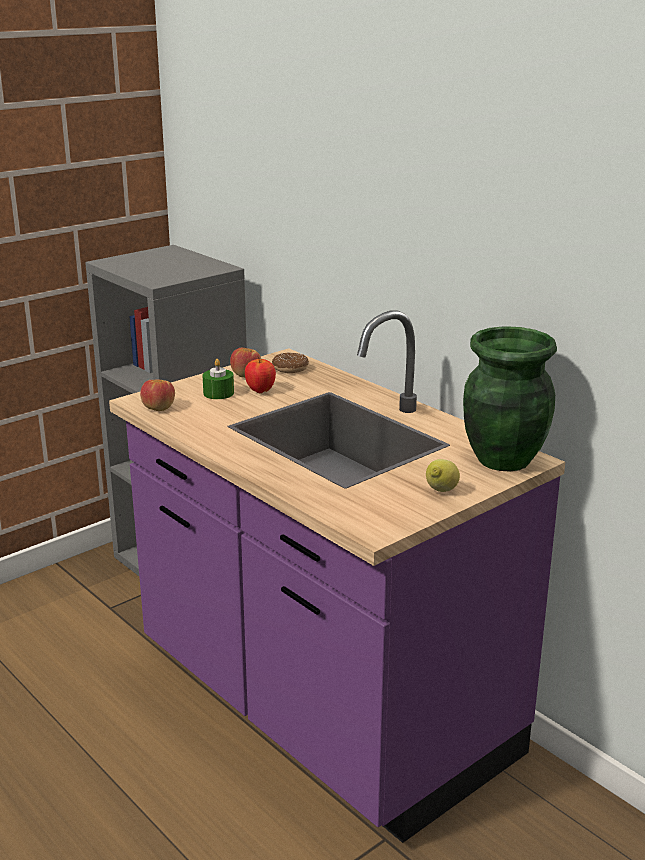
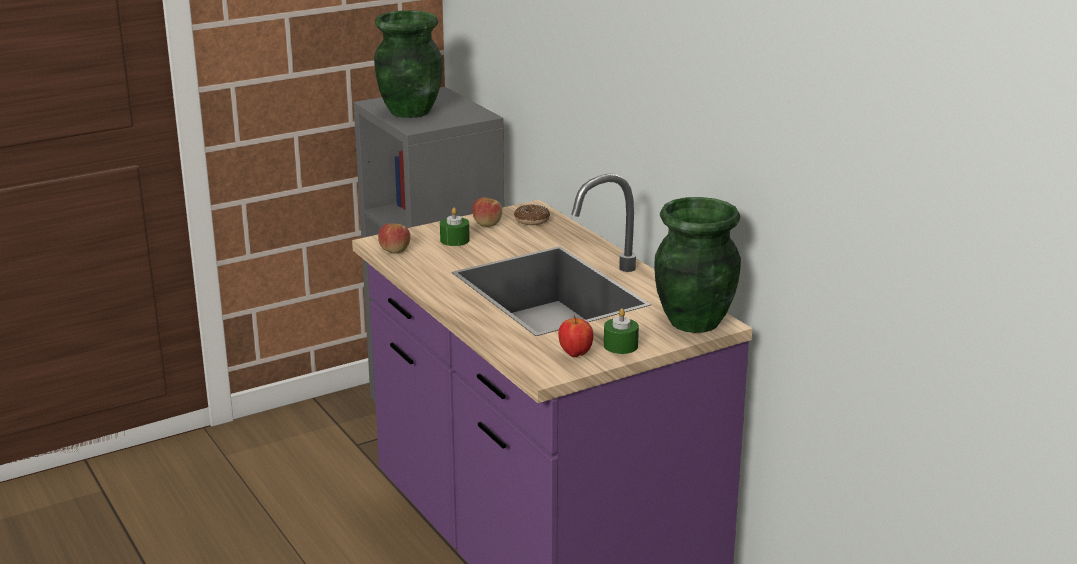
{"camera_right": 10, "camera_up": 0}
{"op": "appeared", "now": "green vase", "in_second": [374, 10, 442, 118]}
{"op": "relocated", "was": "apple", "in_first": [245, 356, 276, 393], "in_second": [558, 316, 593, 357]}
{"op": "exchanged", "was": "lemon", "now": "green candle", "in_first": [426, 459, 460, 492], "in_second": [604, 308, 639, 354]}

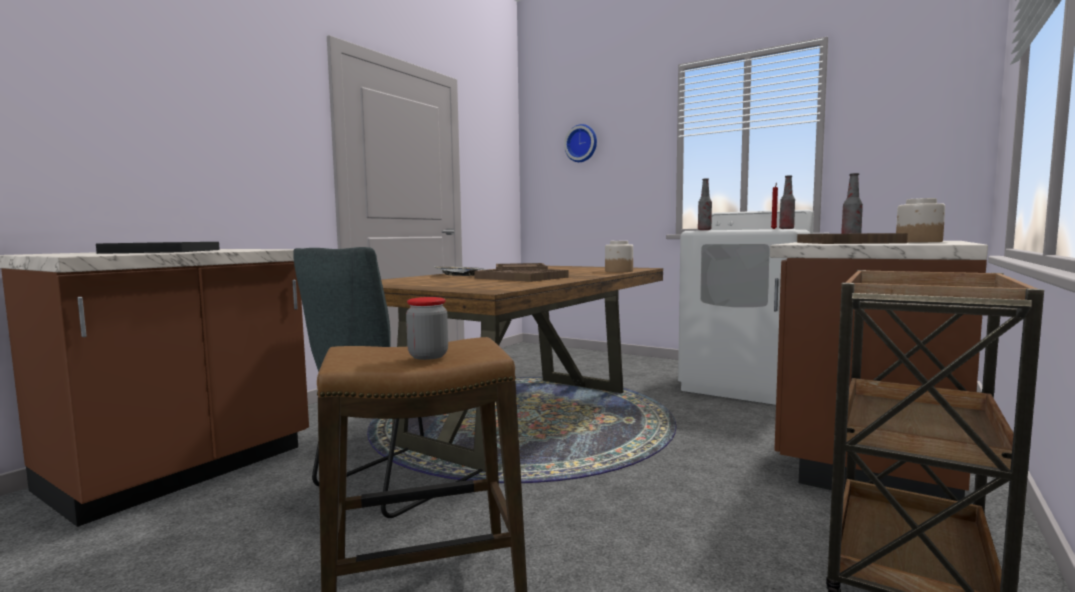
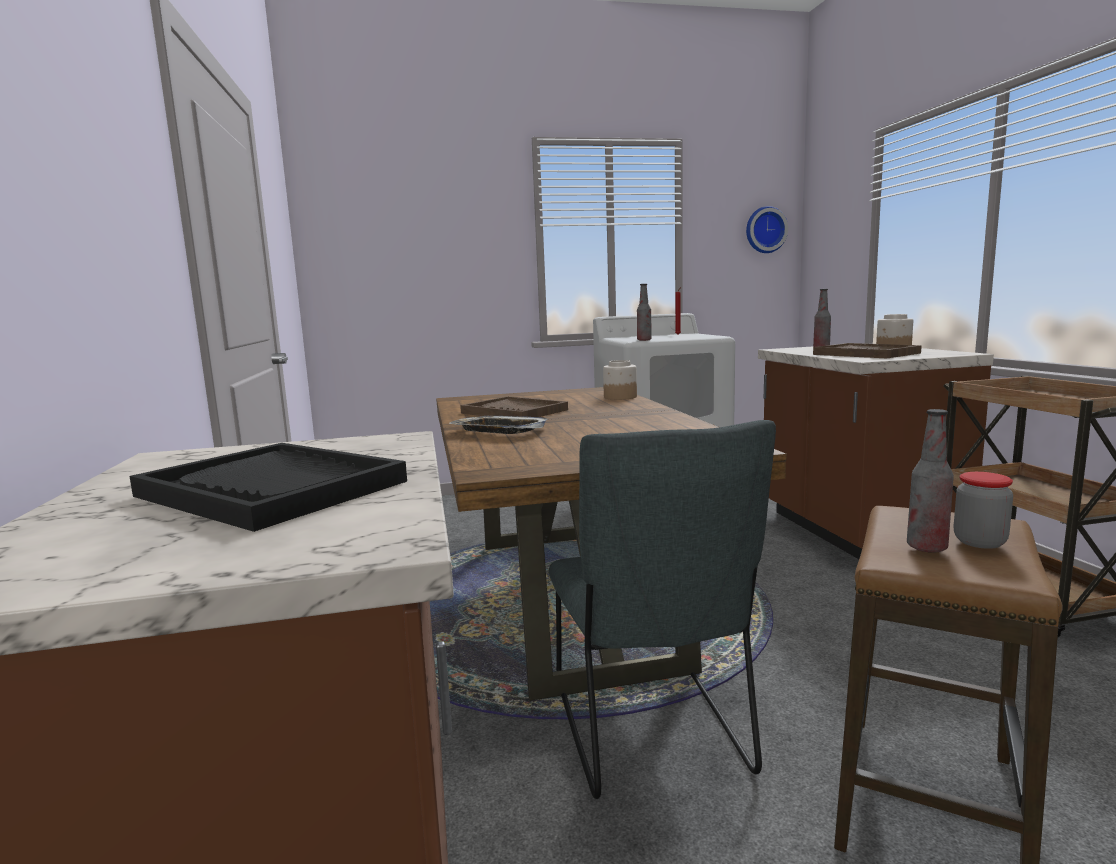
{"camera_right": -45, "camera_up": 5}
{"op": "missing", "was": "brown tray", "in_first": [474, 268, 569, 282]}
{"op": "relocated", "was": "wall clock", "in_first": [564, 124, 597, 162], "in_second": [746, 206, 788, 253]}
{"op": "relocated", "was": "bottle", "in_first": [779, 175, 795, 229], "in_second": [907, 409, 954, 553]}

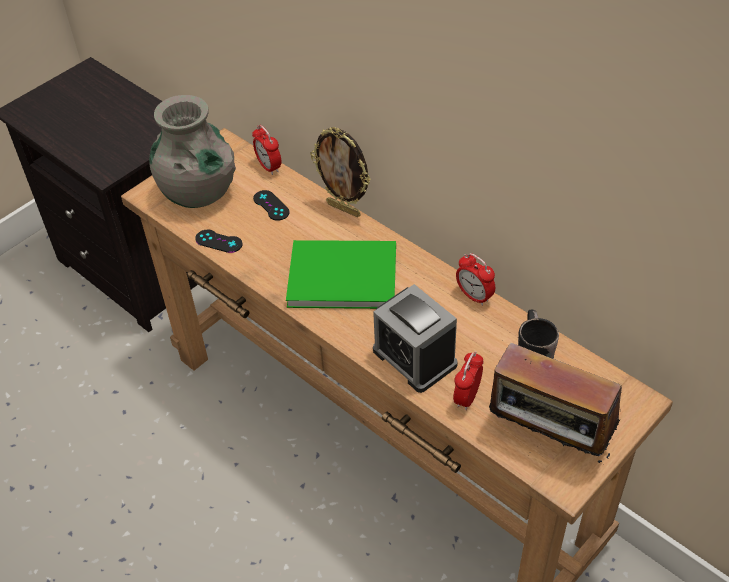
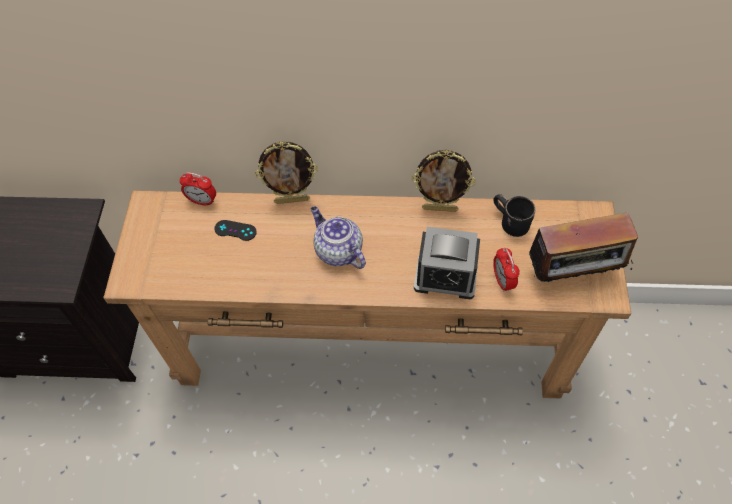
{"camera_right": -40, "camera_up": 10}
{"op": "missing", "was": "grey vase", "in_first": [149, 95, 236, 208]}
{"op": "missing", "was": "black game controller", "in_first": [195, 230, 243, 253]}
{"op": "exchanged", "was": "green book", "now": "teapot", "in_first": [286, 240, 396, 309], "in_second": [311, 206, 366, 269]}
{"op": "exchanged", "was": "alarm clock", "now": "picture frame", "in_first": [456, 253, 495, 306], "in_second": [411, 150, 476, 212]}

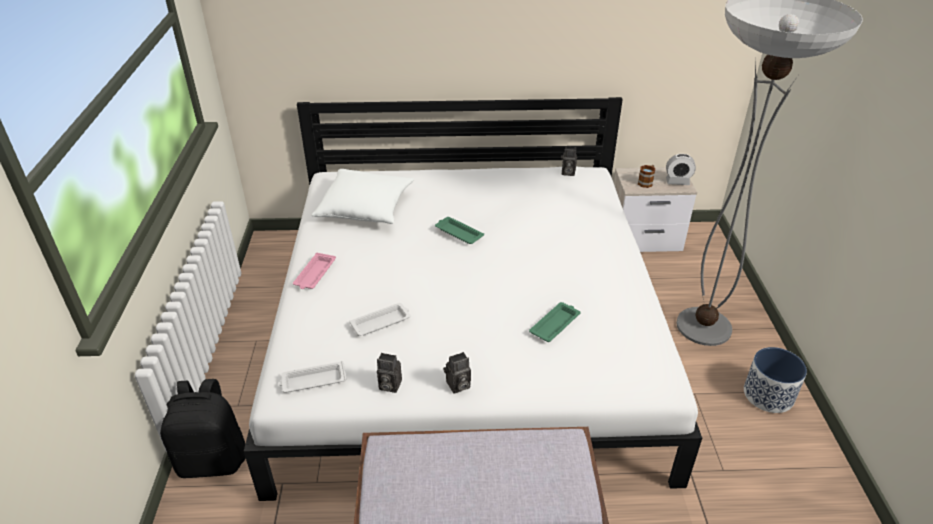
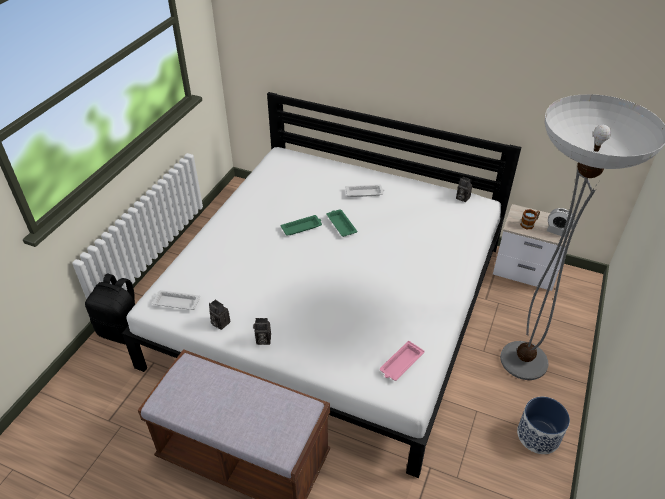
{"camera_right": 25, "camera_up": 5}
{"op": "missing", "was": "white pillow", "in_first": [311, 169, 414, 224]}
{"op": "relocated", "was": "pink tray", "in_first": [293, 253, 336, 289], "in_second": [380, 341, 424, 381]}
{"op": "relocated", "was": "white tray", "in_first": [349, 303, 411, 336], "in_second": [345, 185, 384, 197]}
{"op": "relocated", "was": "green tray", "in_first": [529, 302, 581, 342], "in_second": [280, 215, 322, 235]}

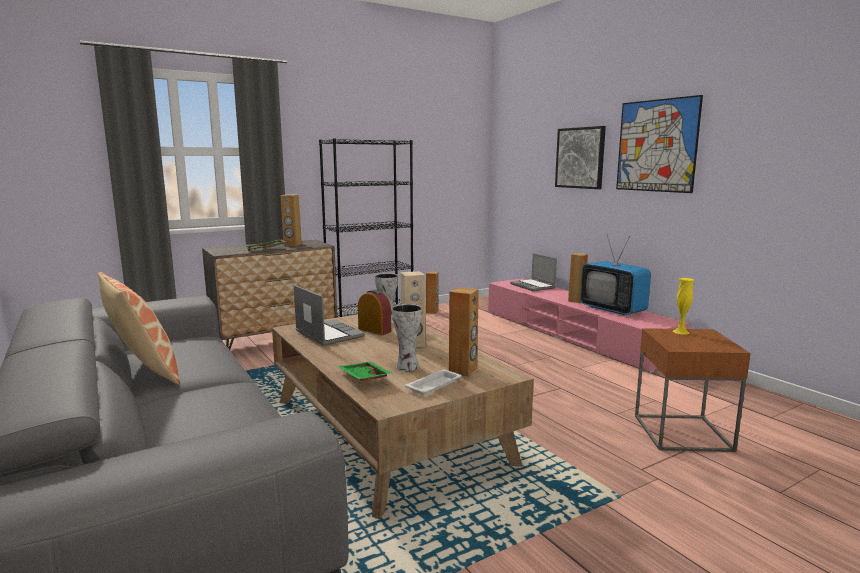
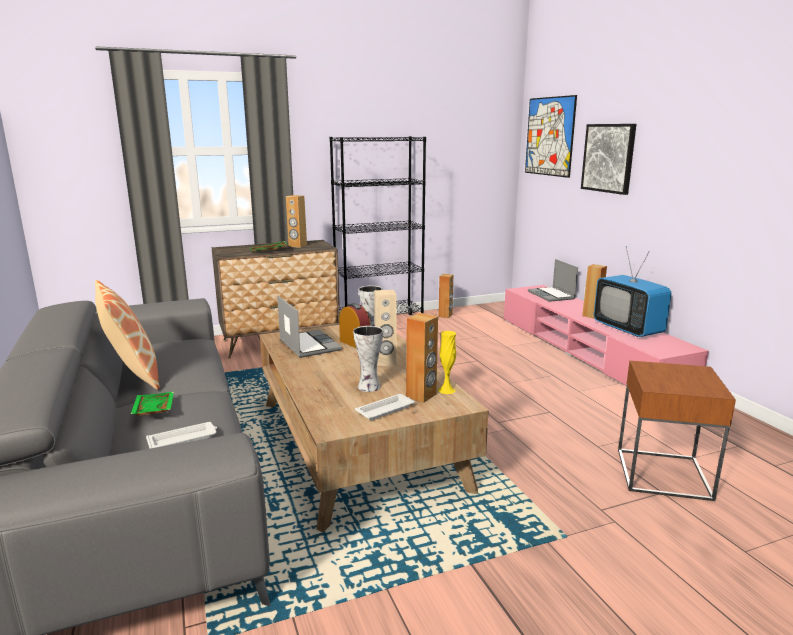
{"camera_right": 10, "camera_up": 5}
{"op": "appeared", "now": "white tray", "in_second": [146, 422, 217, 449]}
{"op": "relocated", "was": "green tray", "in_first": [338, 362, 392, 381], "in_second": [130, 392, 174, 416]}
{"op": "relocated", "was": "picture", "in_first": [616, 95, 703, 193], "in_second": [525, 95, 577, 178]}
{"op": "relocated", "was": "yellow vase", "in_first": [673, 278, 694, 335], "in_second": [438, 331, 456, 394]}

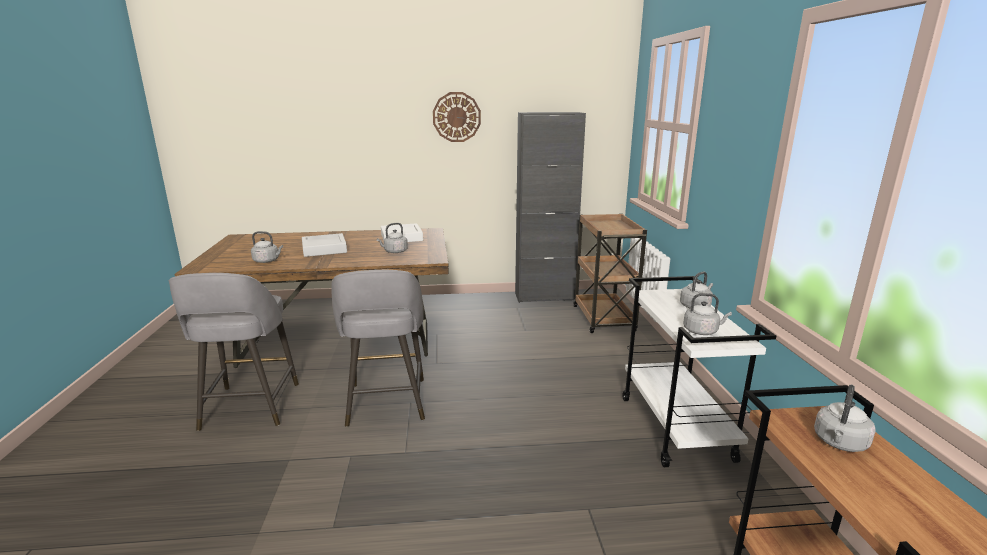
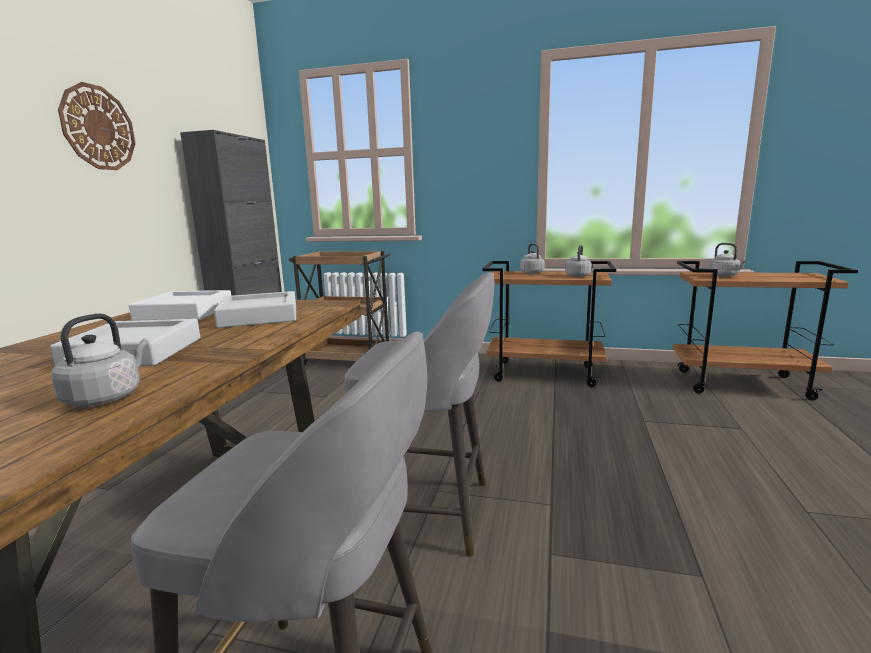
{"camera_right": -70, "camera_up": -5}
{"op": "exchanged", "was": "grey kettle", "now": "grey tray", "in_first": [377, 223, 408, 253], "in_second": [214, 291, 296, 328]}
{"op": "colour", "was": "white cart", "now": "brown cart", "in_first": [622, 276, 776, 467], "in_second": [482, 261, 616, 387]}

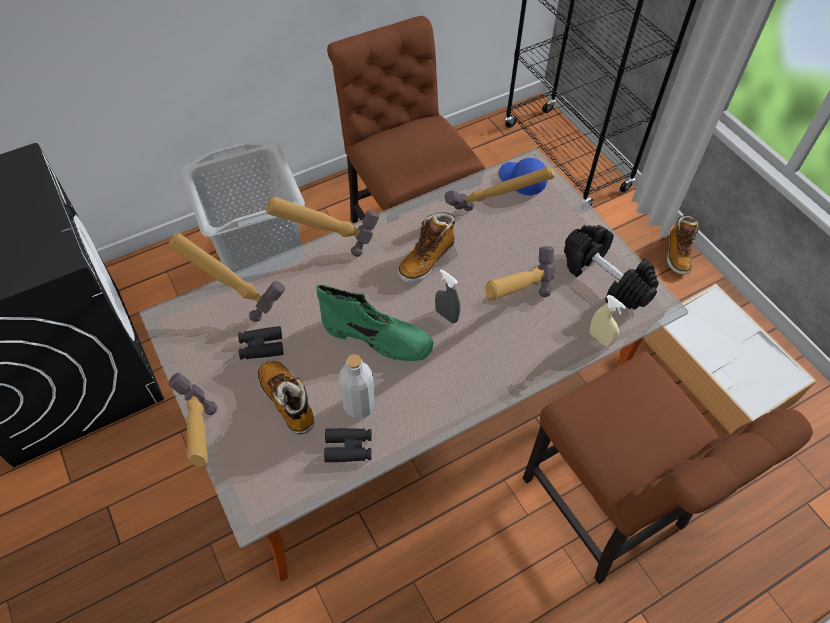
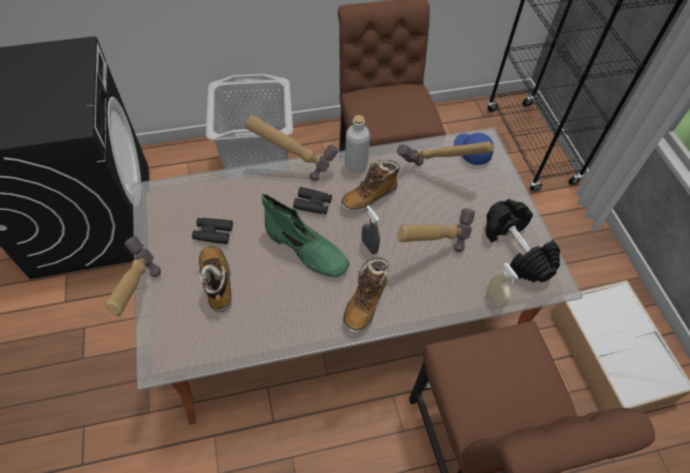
{"camera_right": 15, "camera_up": 0}
{"op": "missing", "was": "hammer", "in_first": [168, 233, 285, 322]}
{"op": "relocated", "was": "black binoculars", "in_first": [324, 428, 372, 462], "in_second": [293, 187, 332, 215]}
{"op": "relocated", "was": "grey bottle", "in_first": [339, 354, 375, 418], "in_second": [345, 115, 370, 173]}
{"op": "relocated", "was": "boot", "in_first": [667, 215, 699, 275], "in_second": [343, 258, 389, 334]}

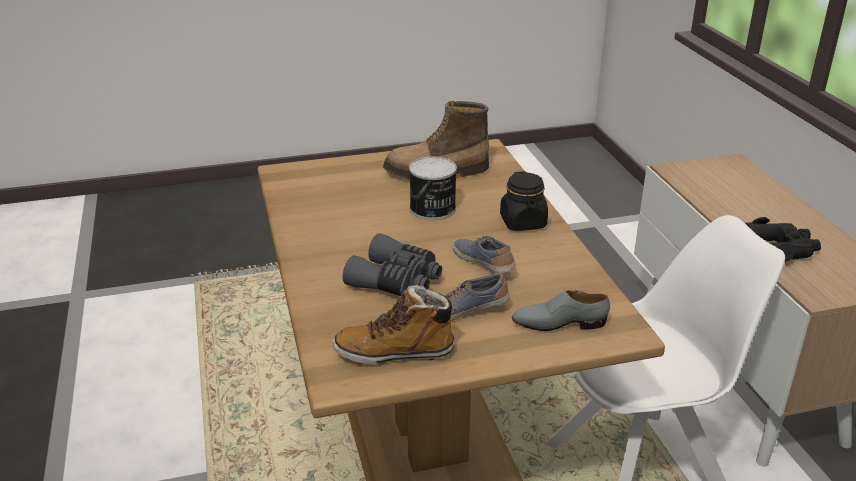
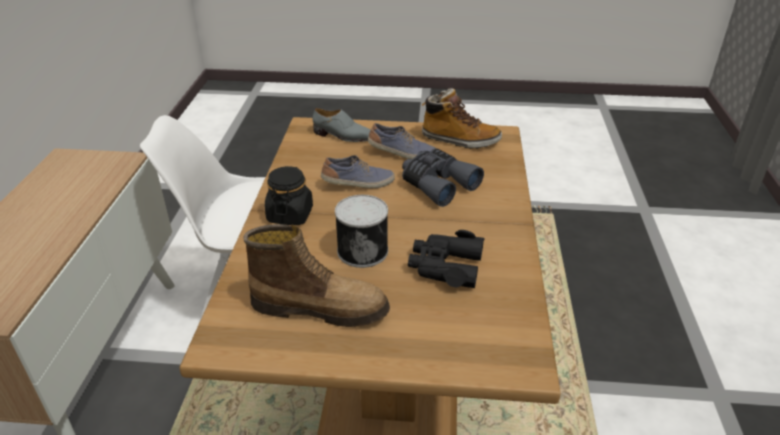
{"camera_right": -160, "camera_up": 5}
{"op": "relocated", "was": "black binoculars", "in_first": [745, 217, 821, 261], "in_second": [408, 230, 485, 288]}
{"op": "spun", "was": "shoe", "in_first": [453, 235, 516, 274], "in_second": [321, 155, 395, 188], "clockwise": -90}

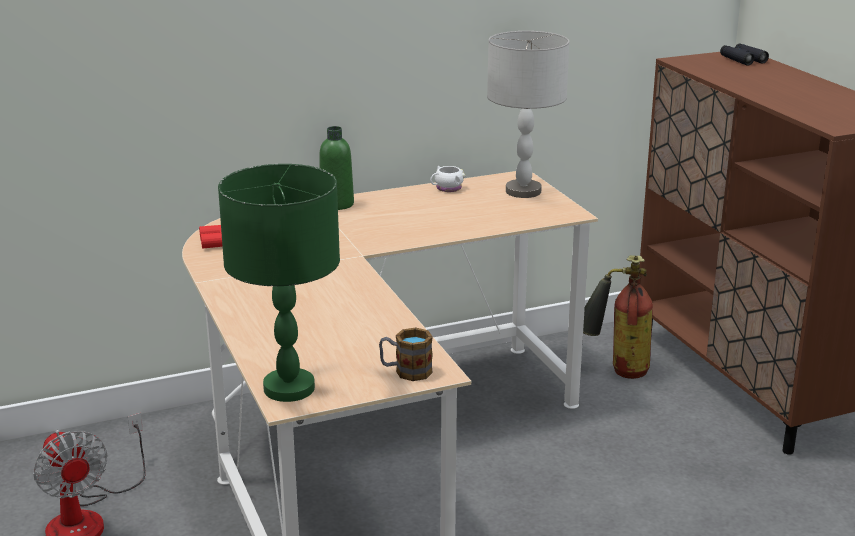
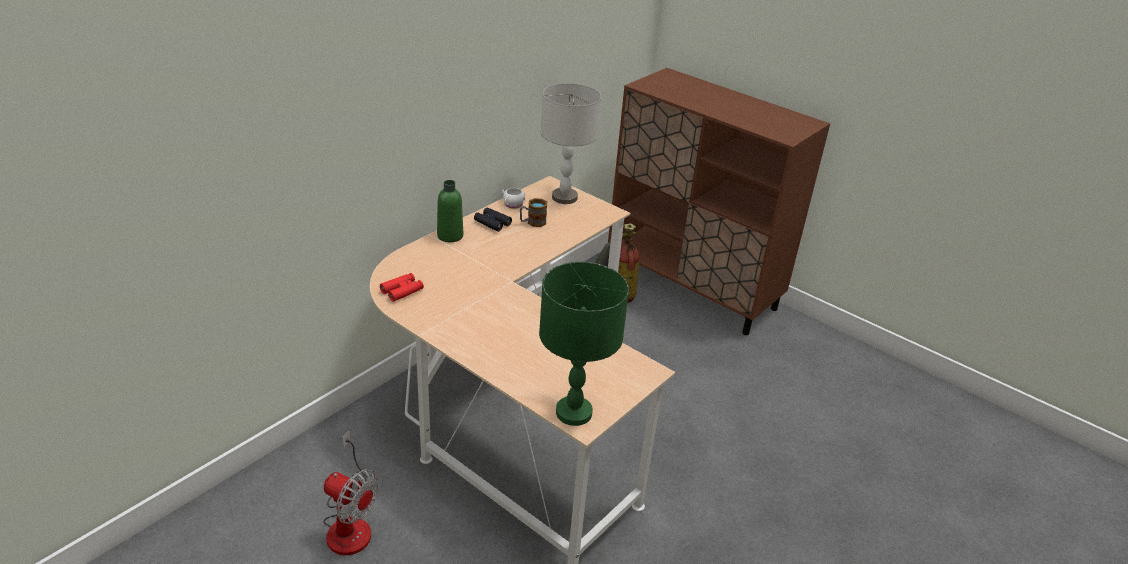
{"camera_right": -30, "camera_up": 10}
{"op": "relocated", "was": "mug", "in_first": [379, 327, 433, 381], "in_second": [520, 198, 547, 227]}
{"op": "relocated", "was": "black binoculars", "in_first": [720, 44, 769, 66], "in_second": [474, 208, 512, 232]}

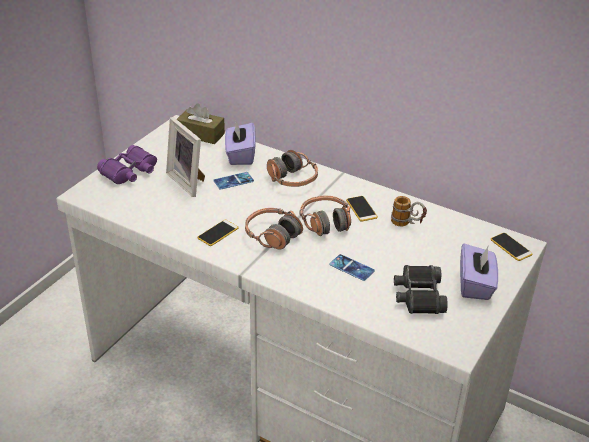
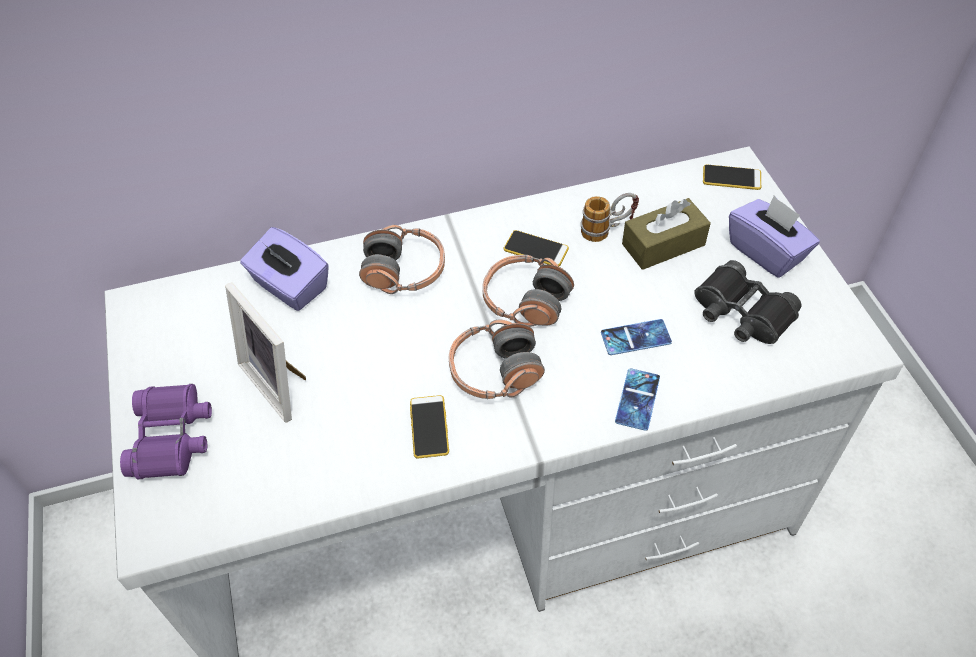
{"camera_right": -45, "camera_up": 15}
{"op": "relocated", "was": "brown tissue box", "in_first": [177, 103, 225, 144], "in_second": [622, 198, 711, 270]}
{"op": "relocated", "was": "phone", "in_first": [214, 172, 254, 190], "in_second": [615, 368, 660, 431]}
{"op": "spun", "was": "picture frame", "in_first": [166, 117, 205, 197], "in_second": [225, 282, 306, 422], "clockwise": 45}

